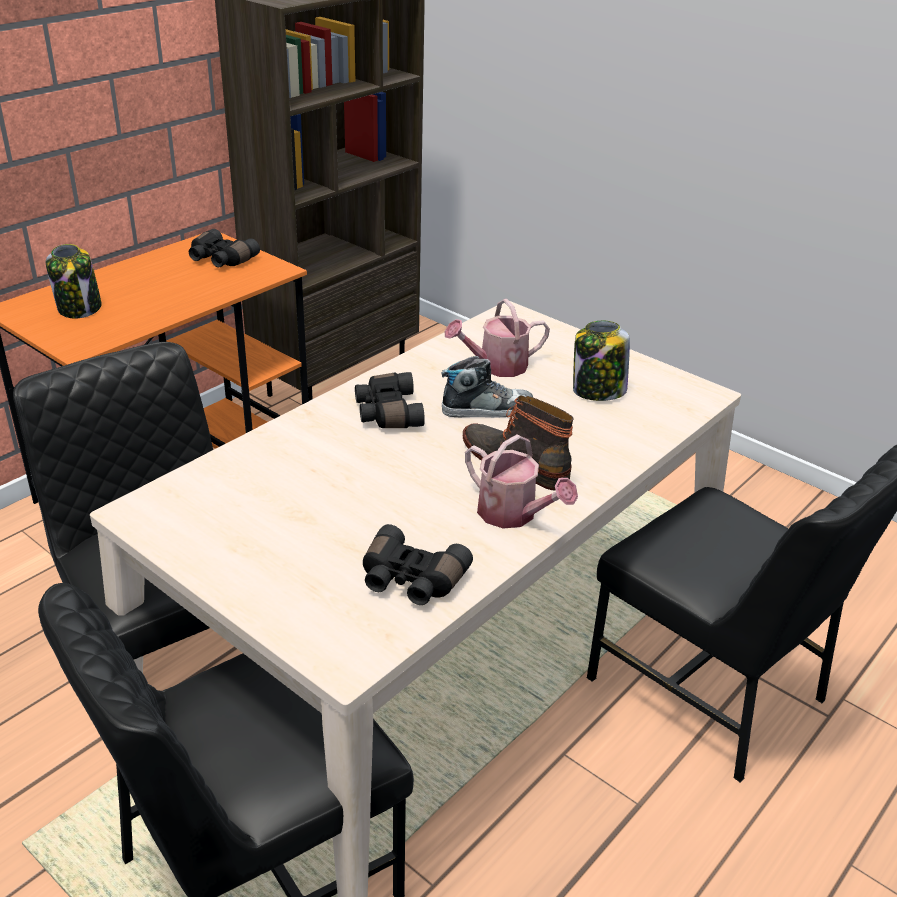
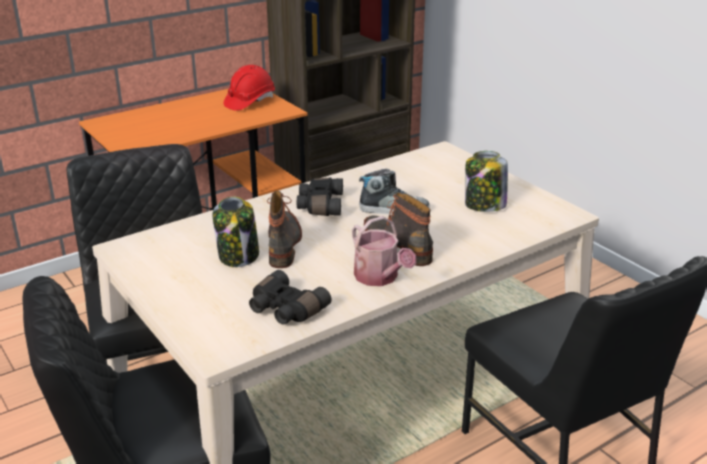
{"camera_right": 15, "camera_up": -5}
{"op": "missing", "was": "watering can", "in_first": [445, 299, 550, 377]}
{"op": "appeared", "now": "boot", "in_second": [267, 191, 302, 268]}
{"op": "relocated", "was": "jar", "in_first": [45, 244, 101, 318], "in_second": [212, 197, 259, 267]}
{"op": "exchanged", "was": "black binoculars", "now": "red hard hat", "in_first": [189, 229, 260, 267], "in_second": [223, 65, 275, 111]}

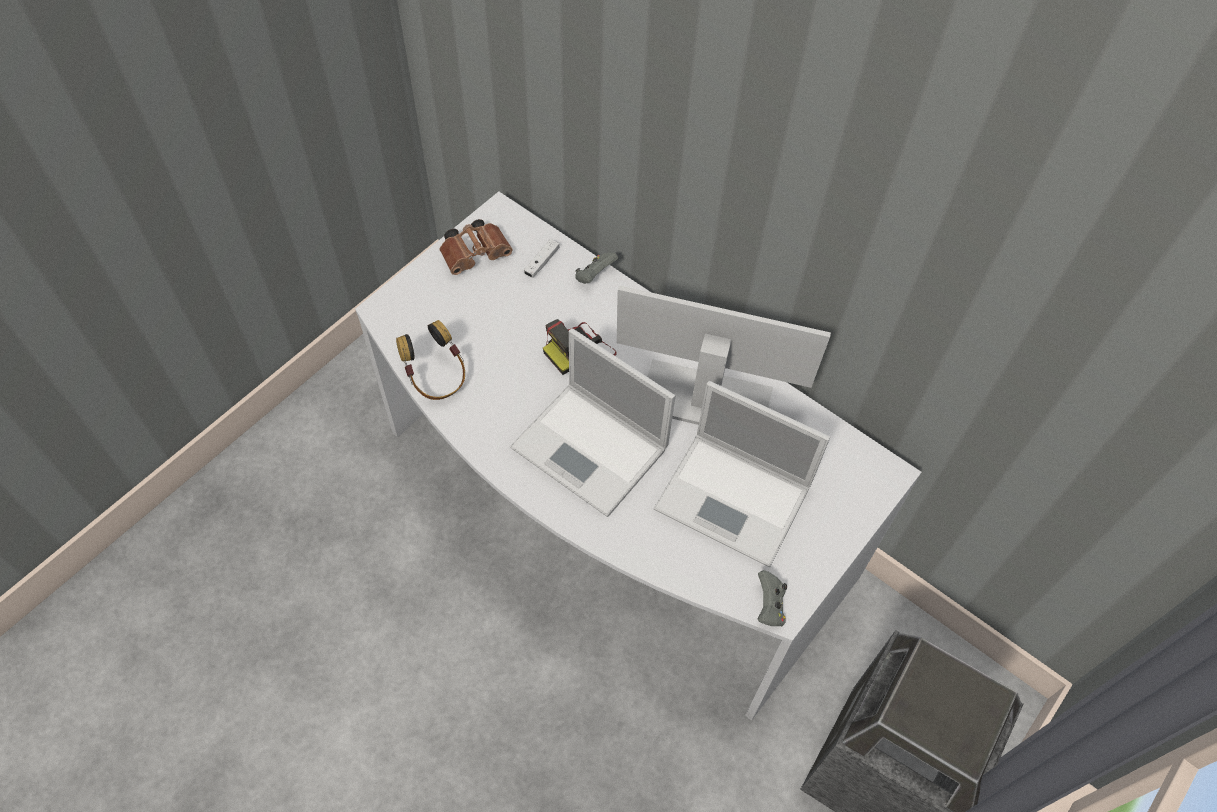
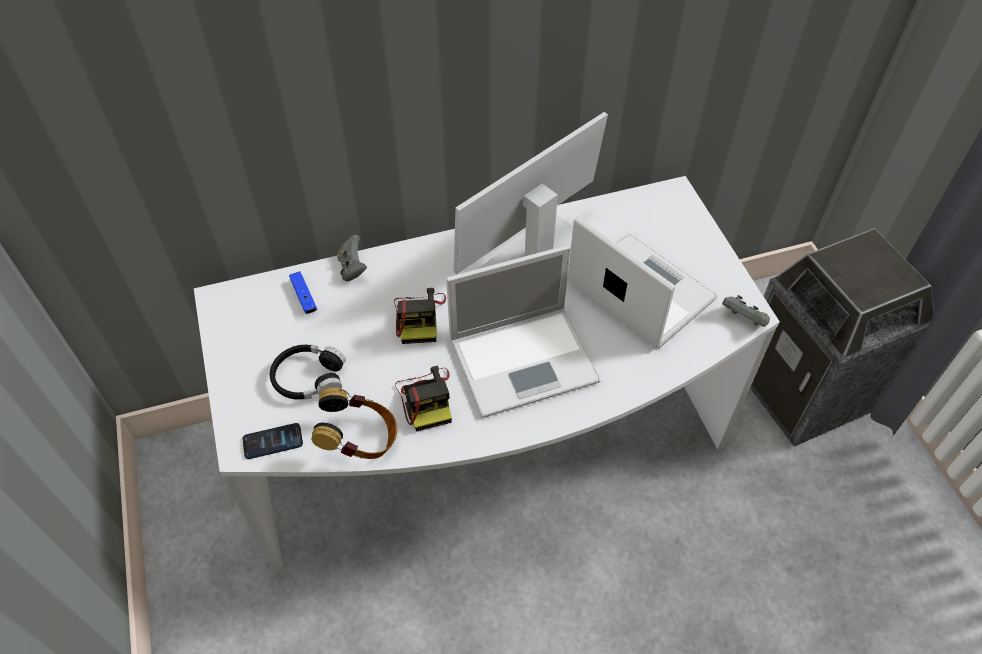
{"camera_right": -55, "camera_up": -5}
{"op": "missing", "was": "brown binoculars", "in_first": [440, 219, 513, 275]}
{"op": "appeared", "now": "phone", "in_second": [242, 423, 303, 459]}
{"op": "appeared", "now": "black headphones", "in_second": [270, 345, 346, 400]}
{"op": "appeared", "now": "photo camera", "in_second": [395, 366, 452, 432]}
{"op": "colour", "was": "white game controller", "now": "blue game controller", "in_first": [524, 239, 560, 278], "in_second": [289, 271, 317, 314]}
{"op": "spun", "was": "laptop", "in_first": [654, 381, 830, 567], "in_second": [567, 216, 717, 349], "clockwise": -105}

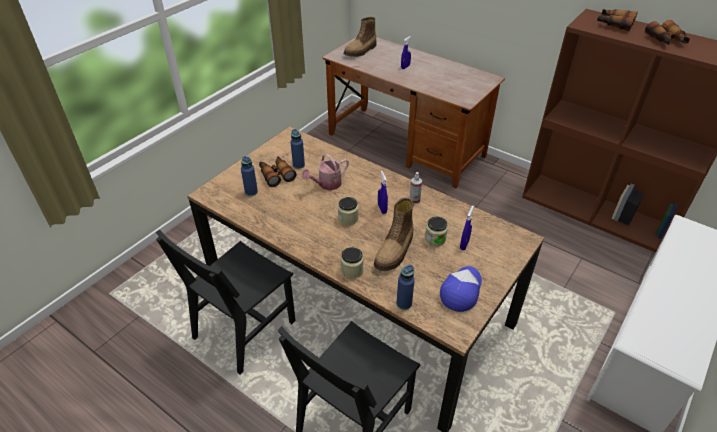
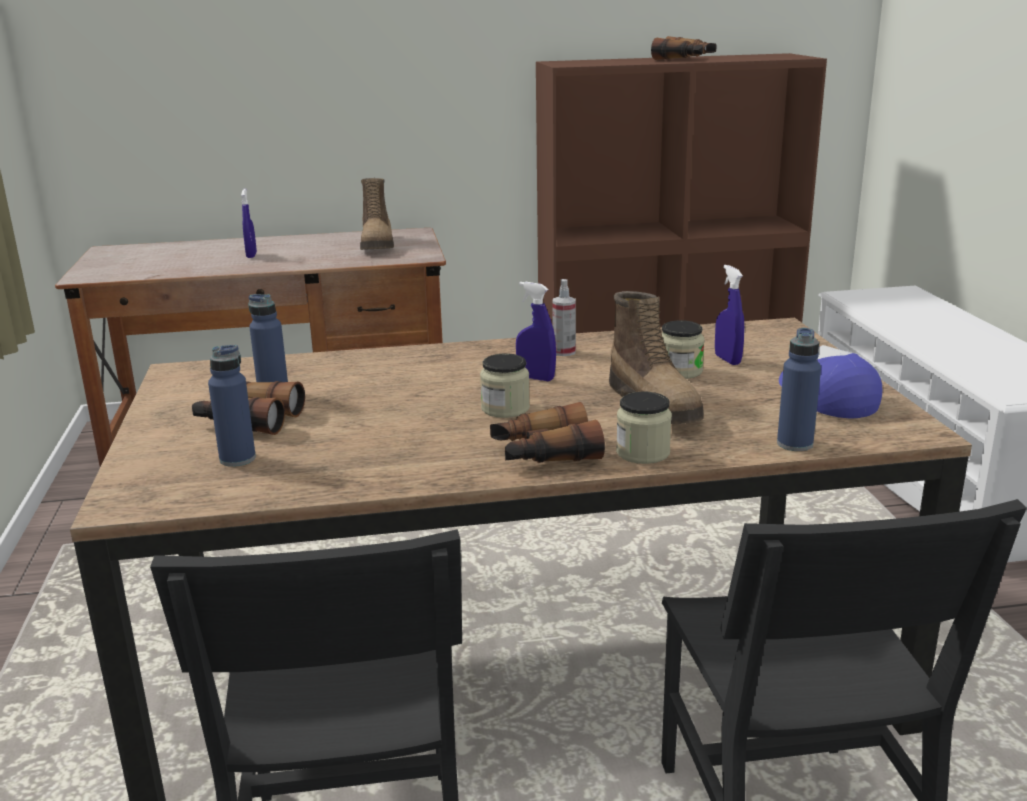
{"camera_right": -45, "camera_up": -20}
{"op": "missing", "was": "watering can", "in_first": [301, 154, 349, 191]}
{"op": "relocated", "was": "boot", "in_first": [344, 17, 377, 57], "in_second": [360, 178, 394, 250]}
{"op": "relocated", "was": "binoculars", "in_first": [597, 9, 638, 32], "in_second": [490, 402, 605, 463]}

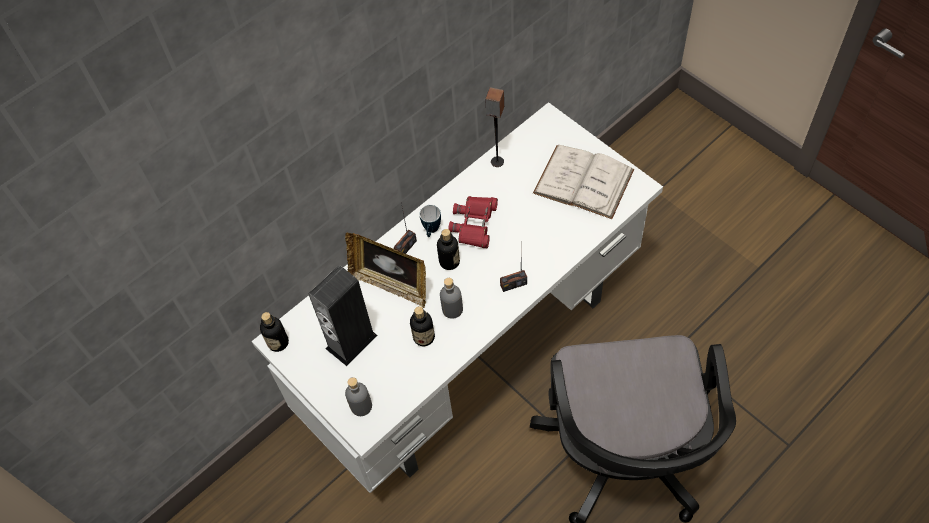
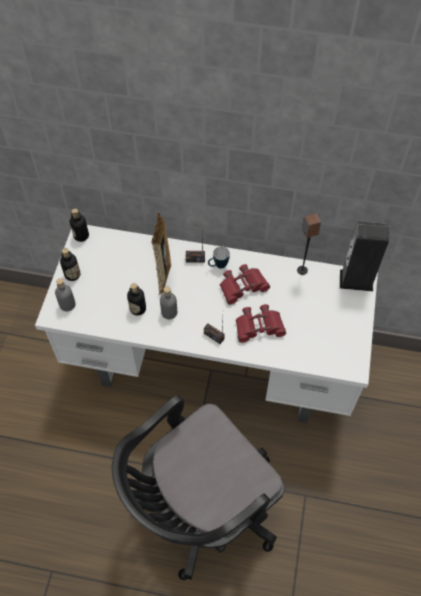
{"camera_right": 50, "camera_up": 0}
{"op": "missing", "was": "white book", "in_first": [533, 145, 634, 219]}
{"op": "appeared", "now": "red binoculars", "in_second": [236, 304, 286, 343]}
{"op": "relocated", "was": "speaker", "in_first": [308, 265, 378, 366], "in_second": [340, 221, 390, 291]}
{"op": "relocated", "was": "bottle", "in_first": [437, 229, 460, 270], "in_second": [60, 248, 80, 281]}

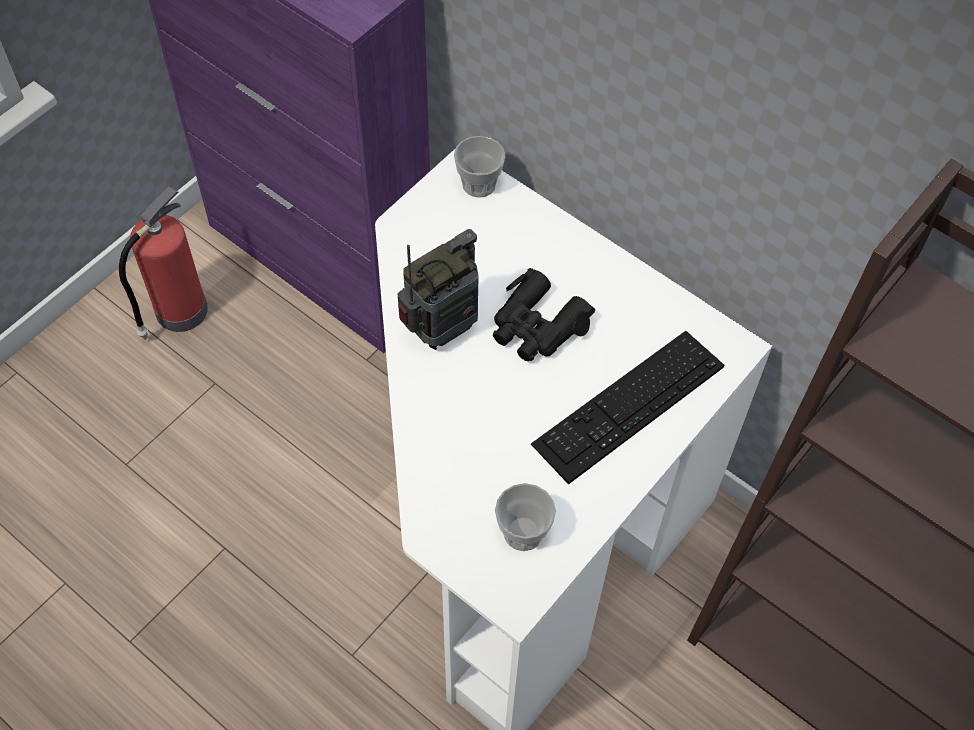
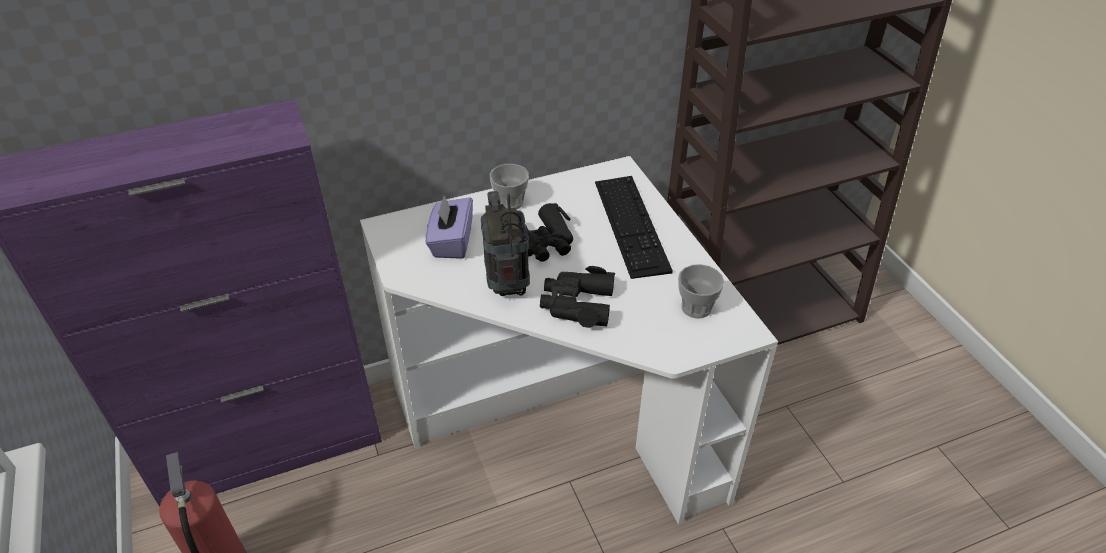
{"camera_right": -60, "camera_up": -15}
{"op": "appeared", "now": "purple tissue box", "in_second": [426, 196, 473, 259]}
{"op": "appeared", "now": "black binoculars", "in_second": [540, 266, 615, 328]}
{"op": "relocated", "was": "cup", "in_first": [454, 136, 505, 198], "in_second": [490, 164, 529, 210]}

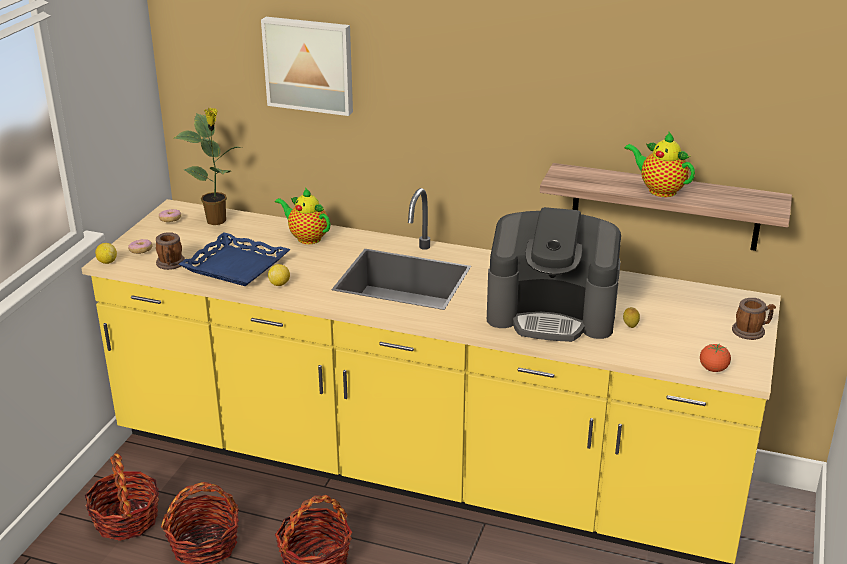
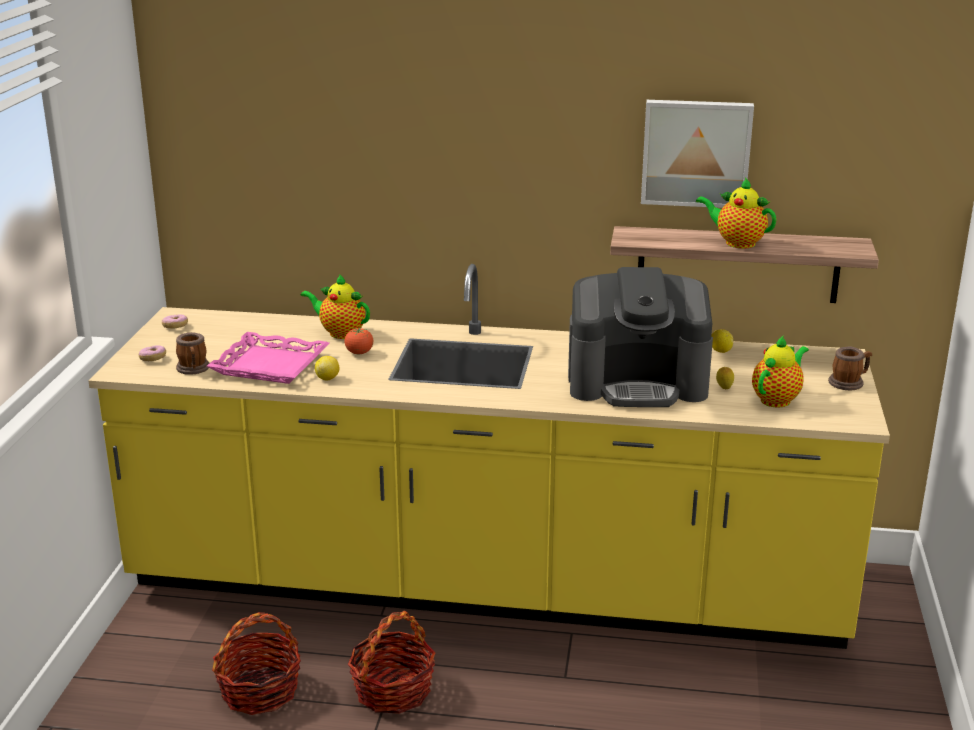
{"camera_right": -10, "camera_up": -5}
{"op": "missing", "was": "basket", "in_first": [85, 453, 159, 541]}
{"op": "missing", "was": "potted plant", "in_first": [174, 108, 241, 225]}
{"op": "appeared", "now": "teapot", "in_second": [752, 335, 809, 407]}
{"op": "relocated", "was": "lemon", "in_first": [95, 243, 117, 264], "in_second": [711, 329, 733, 353]}
{"op": "relocated", "was": "picture", "in_first": [261, 17, 353, 116], "in_second": [641, 100, 754, 208]}
{"op": "relocated", "was": "tomato", "in_first": [700, 343, 731, 372], "in_second": [344, 327, 373, 354]}
{"op": "colour", "was": "blue tray", "now": "pink tray", "in_first": [178, 233, 291, 286], "in_second": [207, 332, 330, 384]}

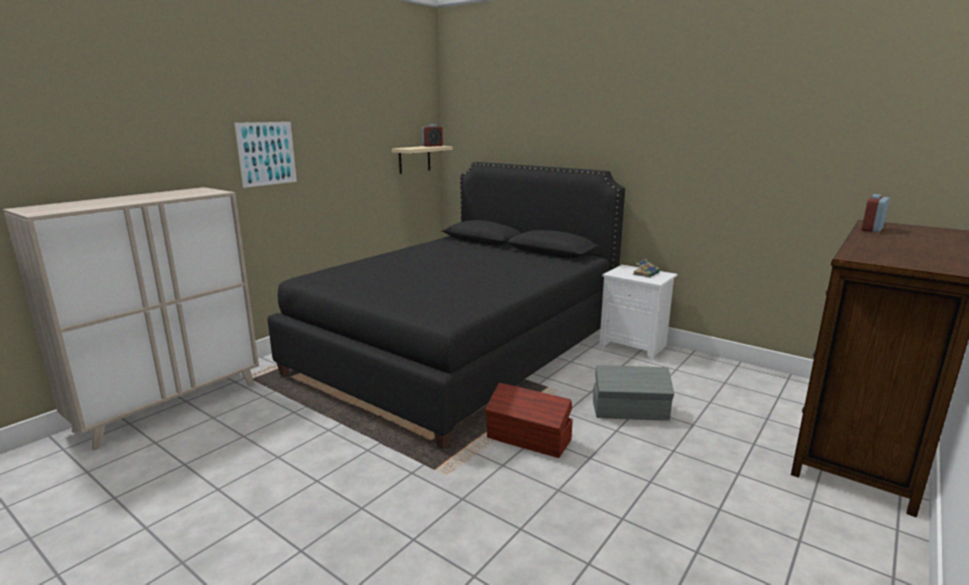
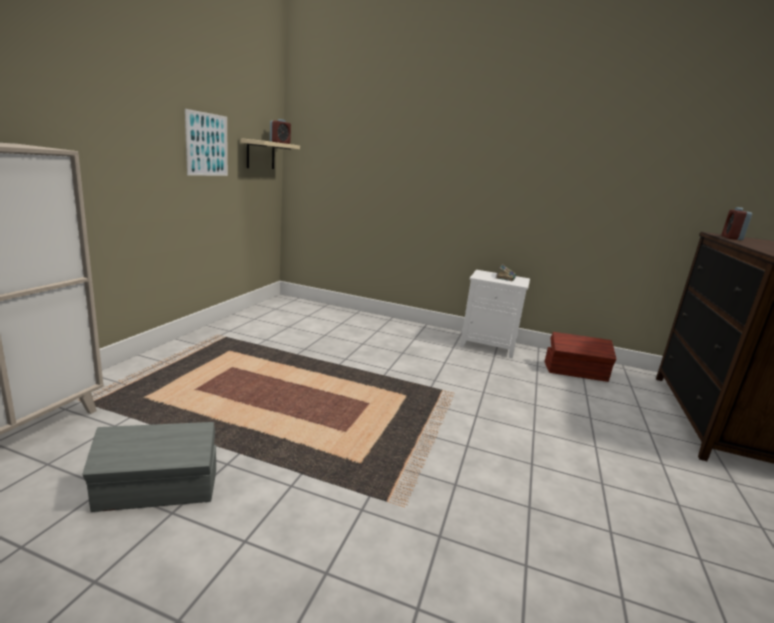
{"camera_right": -20, "camera_up": 0}
{"op": "missing", "was": "black bed", "in_first": [267, 162, 625, 449]}
{"op": "relocated", "was": "picture", "in_first": [234, 122, 297, 188], "in_second": [185, 109, 228, 176]}
{"op": "relocated", "was": "brown storage box", "in_first": [485, 383, 573, 458], "in_second": [545, 332, 617, 382]}
{"op": "relocated", "was": "grey storage box", "in_first": [593, 365, 674, 421], "in_second": [82, 422, 216, 512]}

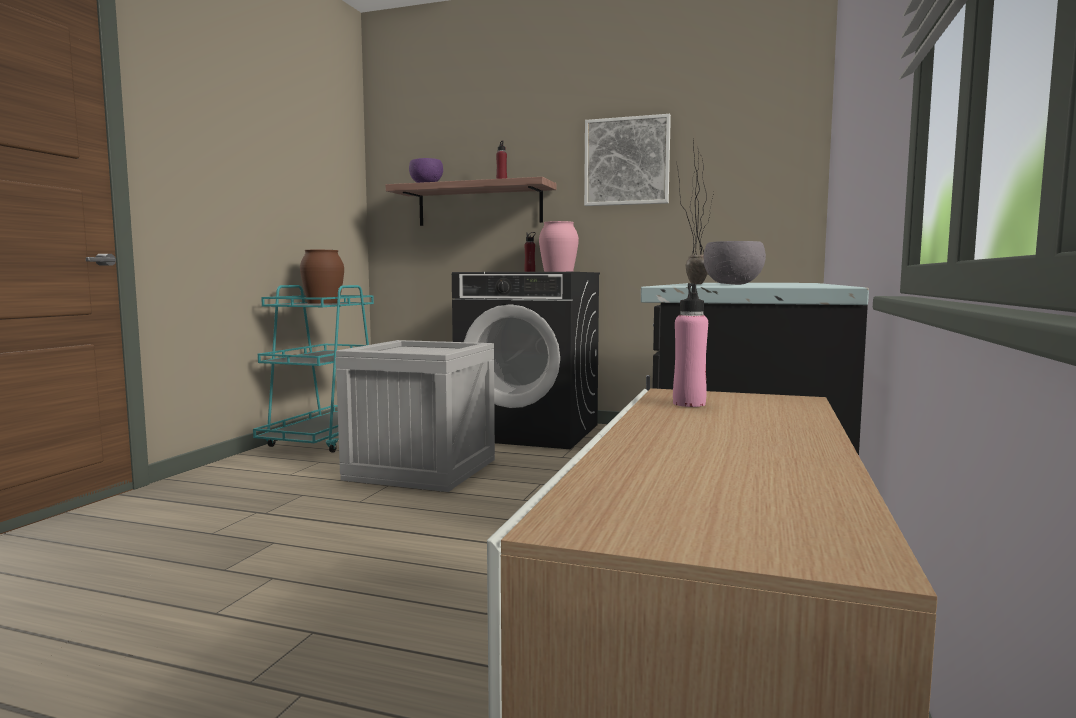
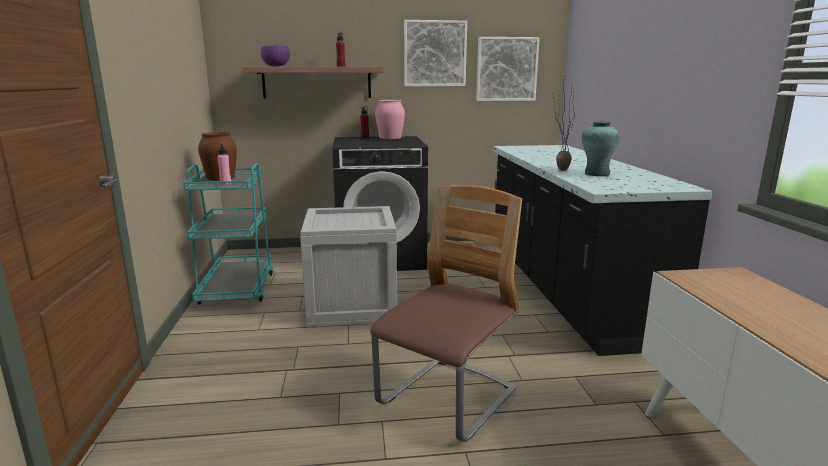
{"camera_right": -25, "camera_up": 10}
{"op": "appeared", "now": "chair", "in_second": [370, 185, 522, 442]}
{"op": "appeared", "now": "picture", "in_second": [476, 37, 540, 101]}
{"op": "relocated", "was": "pink bottle", "in_first": [673, 283, 708, 407], "in_second": [217, 144, 231, 185]}
{"op": "exchanged", "was": "grey bowl", "now": "turquoise vase", "in_first": [704, 241, 766, 285], "in_second": [582, 121, 620, 176]}

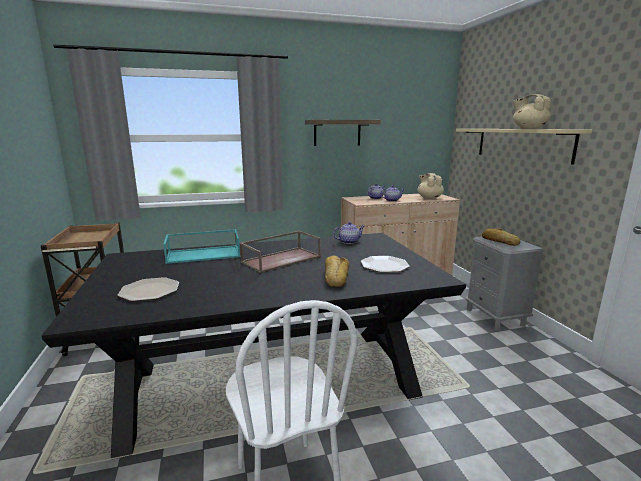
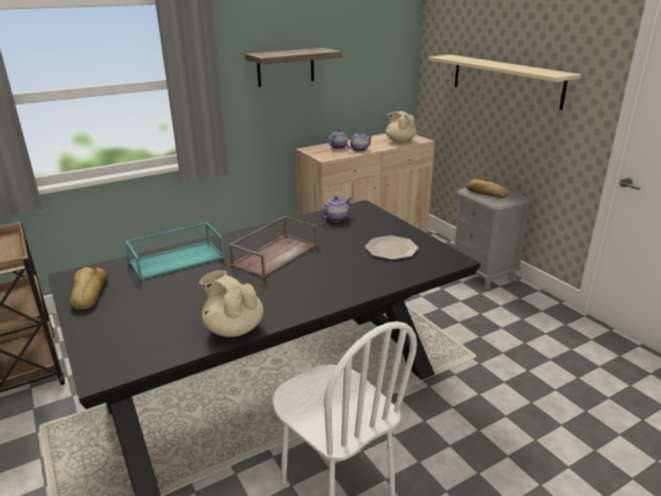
{"camera_right": -15, "camera_up": 10}
{"op": "missing", "was": "plate", "in_first": [118, 277, 179, 301]}
{"op": "relocated", "was": "bread", "in_first": [325, 255, 350, 287], "in_second": [70, 267, 108, 310]}
{"op": "relocated", "was": "beige teapot", "in_first": [513, 94, 551, 129], "in_second": [199, 270, 264, 337]}

